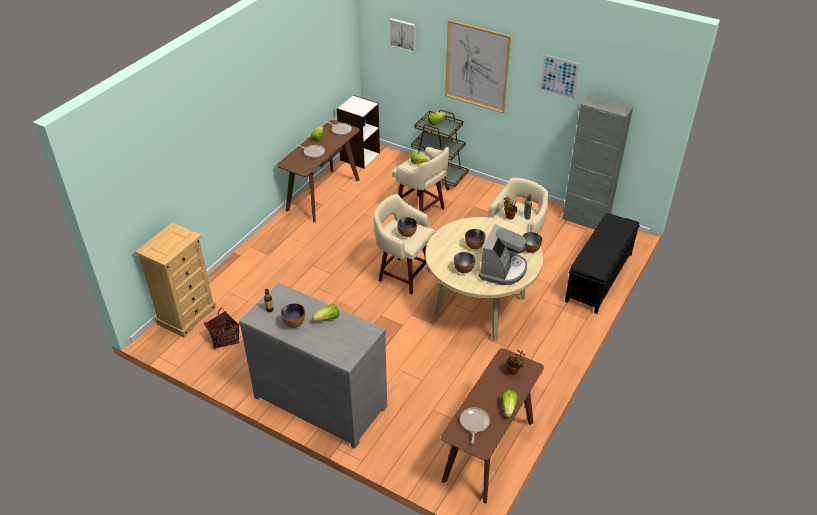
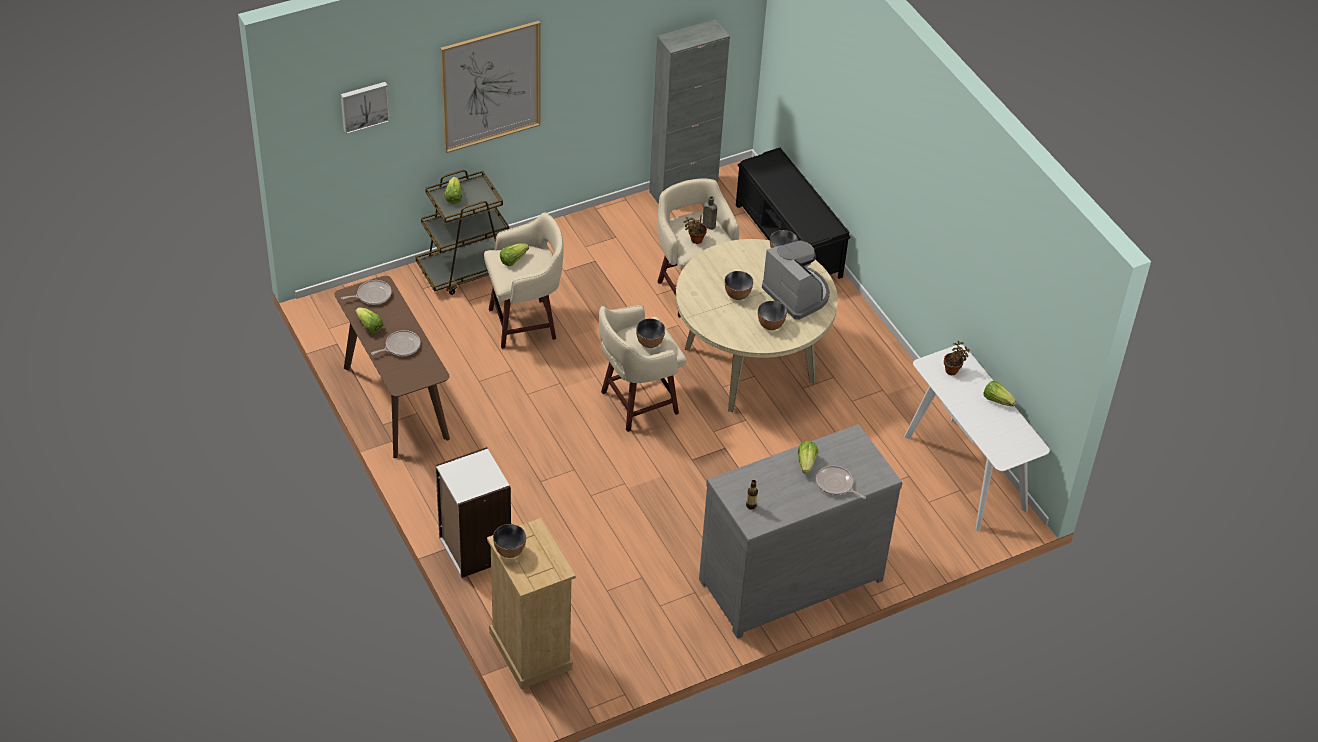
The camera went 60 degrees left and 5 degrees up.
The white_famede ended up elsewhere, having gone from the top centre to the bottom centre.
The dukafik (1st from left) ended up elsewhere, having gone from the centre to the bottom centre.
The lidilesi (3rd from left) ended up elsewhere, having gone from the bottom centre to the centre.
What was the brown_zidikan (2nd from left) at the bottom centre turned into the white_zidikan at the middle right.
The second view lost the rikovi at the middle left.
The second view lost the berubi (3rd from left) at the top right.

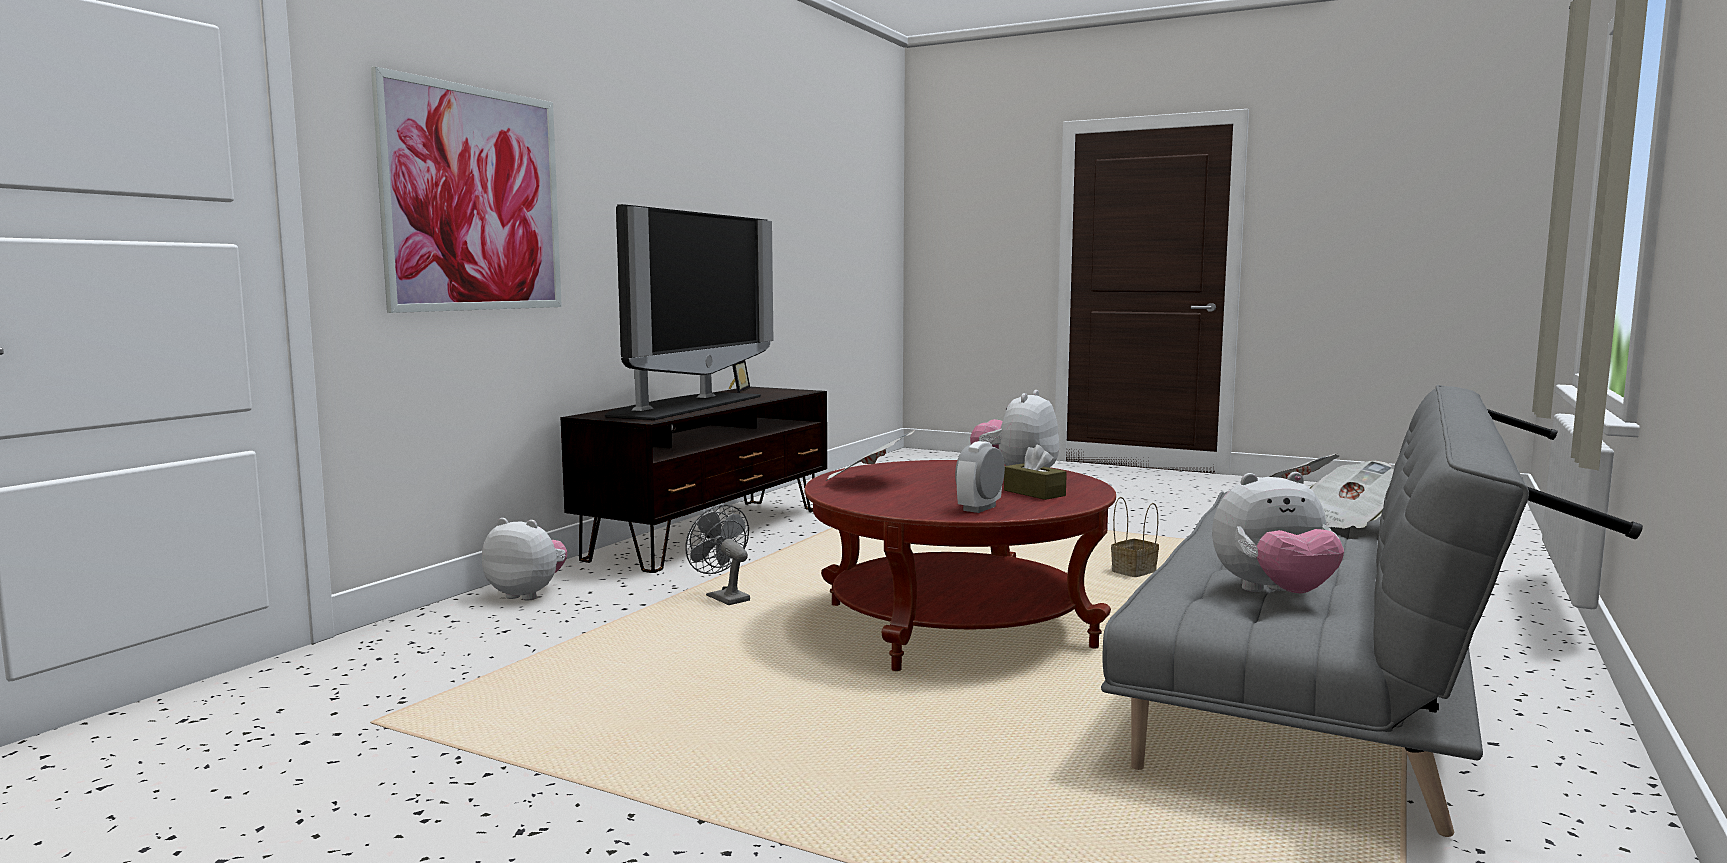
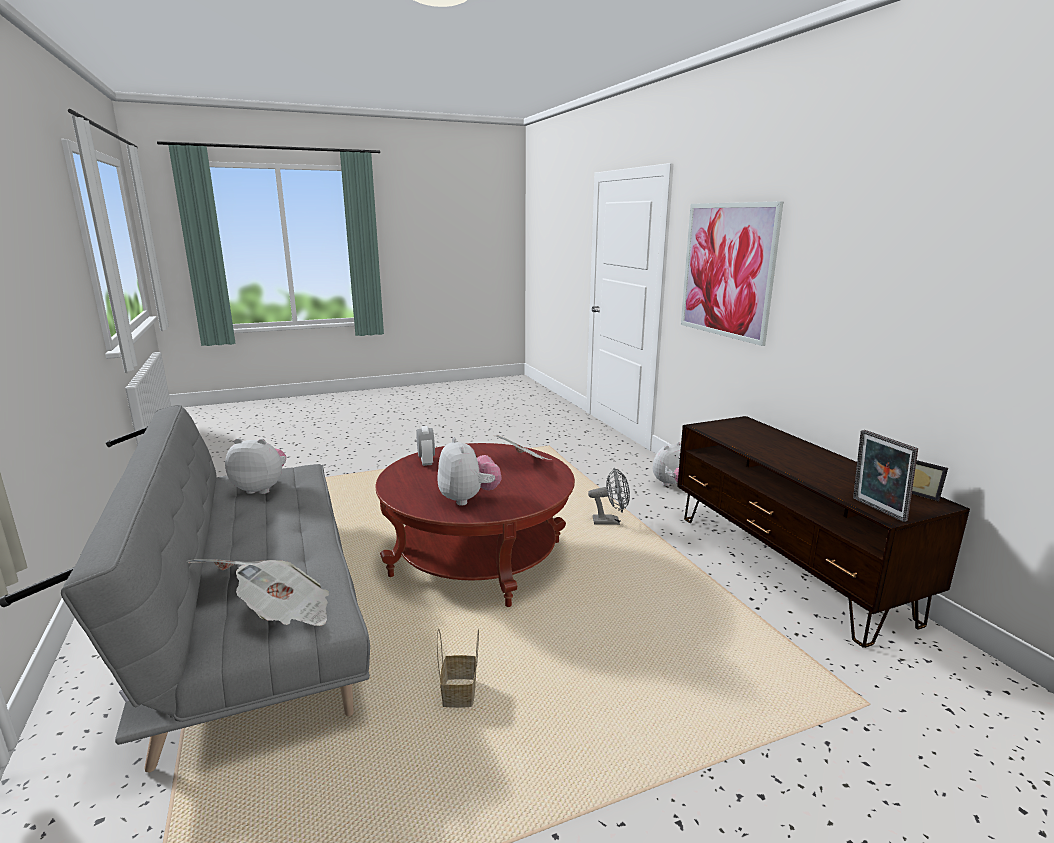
The camera went 130 degrees right and 10 degrees up.
The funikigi (3rd from left in the first image) at the middle right ended up facing another way, 60 degrees clockwise from before.
The second view gained the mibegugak (1st from left) at the middle right.
The second view lost the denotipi at the centre.
The second view lost the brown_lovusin at the centre.

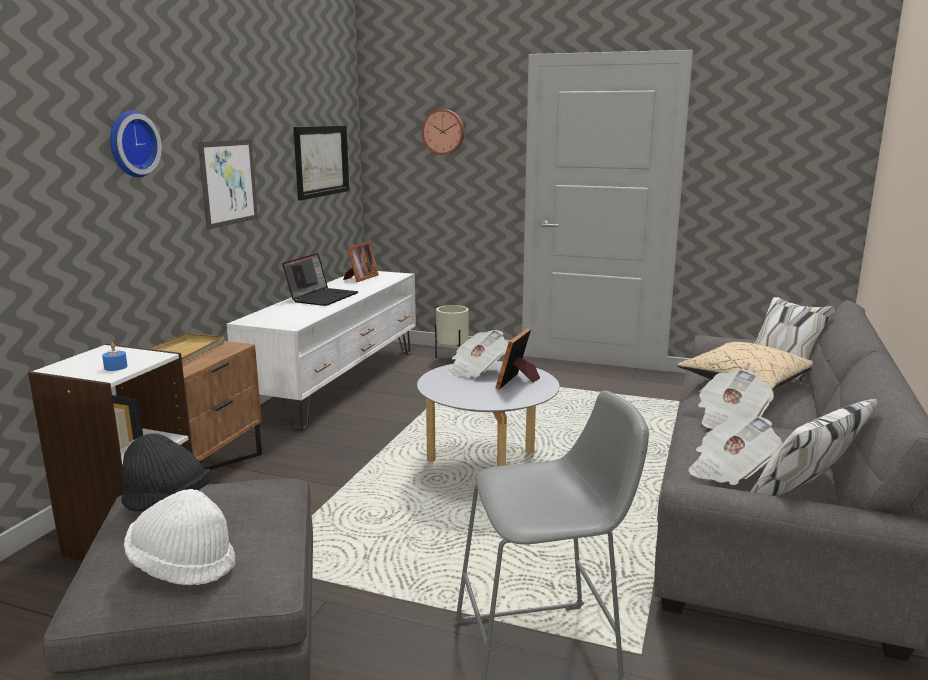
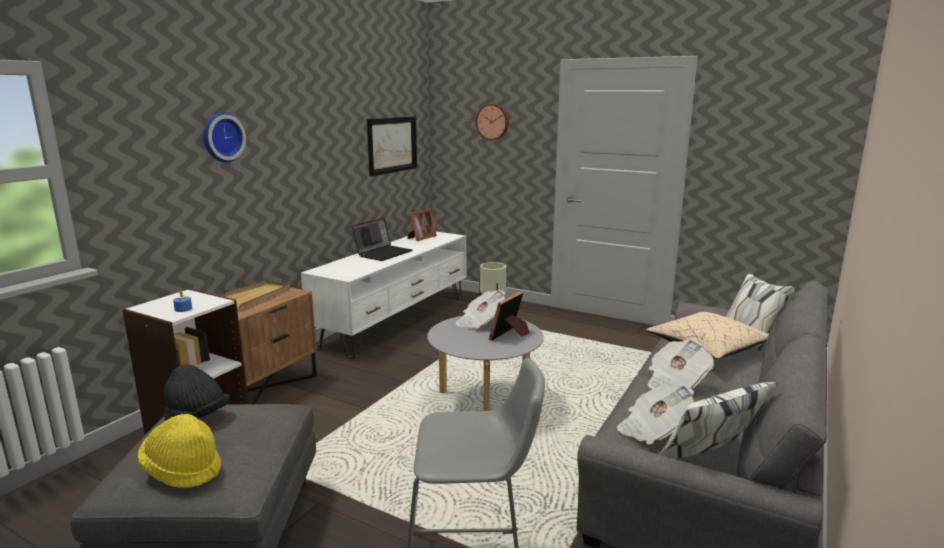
The camera went 10 degrees right and 0 degrees up.
What was the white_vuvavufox at the bottom left turned into the yellow_vuvavufox at the bottom left.
The second view lost the berubi (1st from left) at the top left.

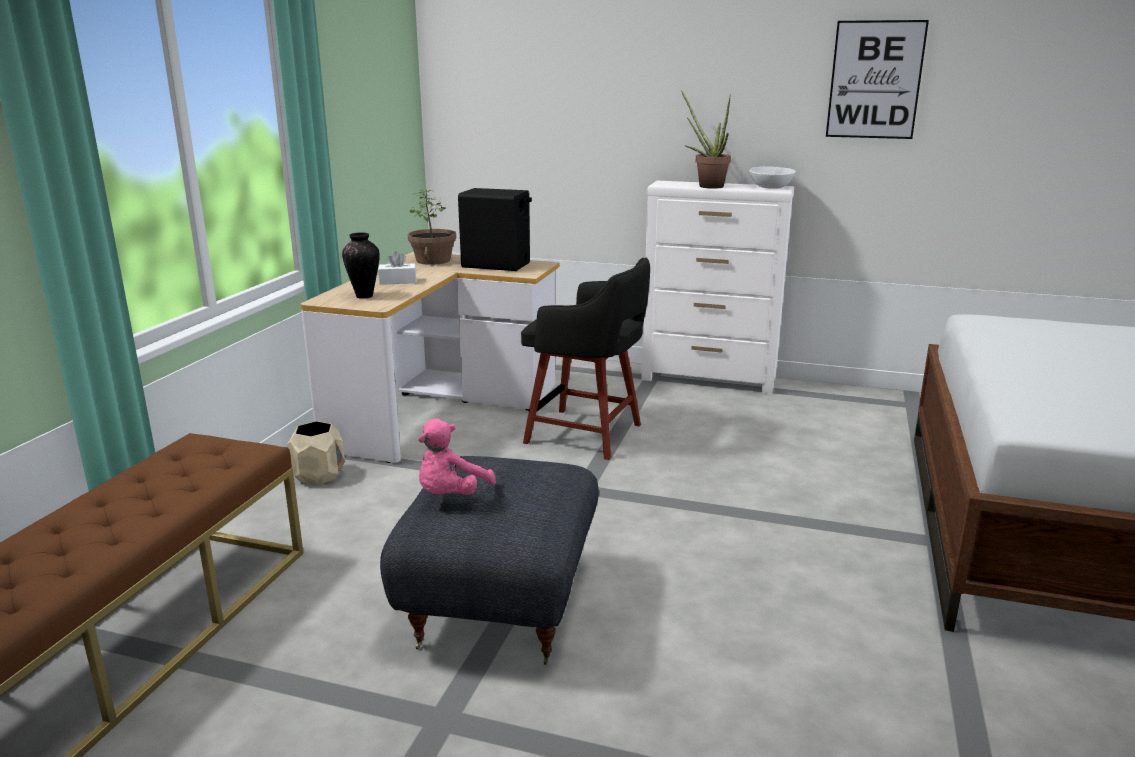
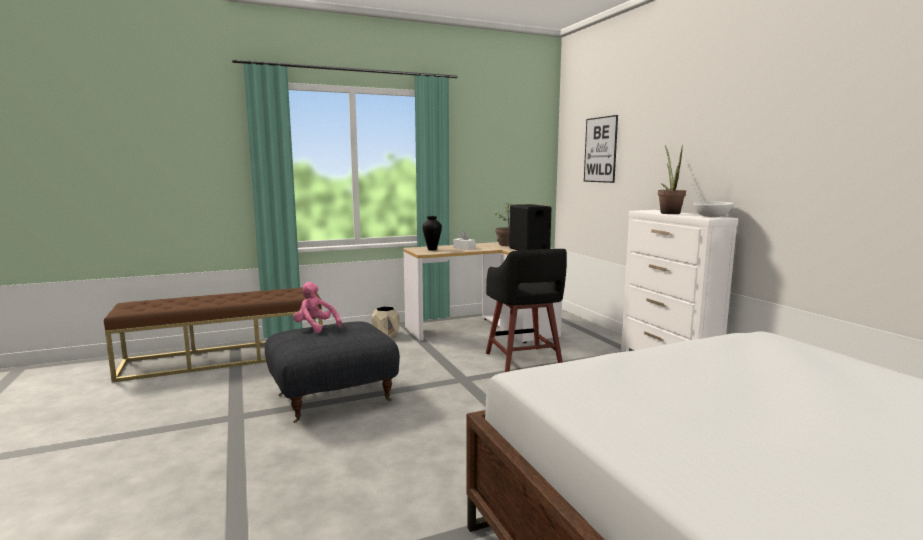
The camera went 50 degrees right and 10 degrees down.
The pink_funikigi at the centre ended up facing another way, 45 degrees clockwise from before.
The berubi ended up elsewhere, having gone from the top right to the top centre.

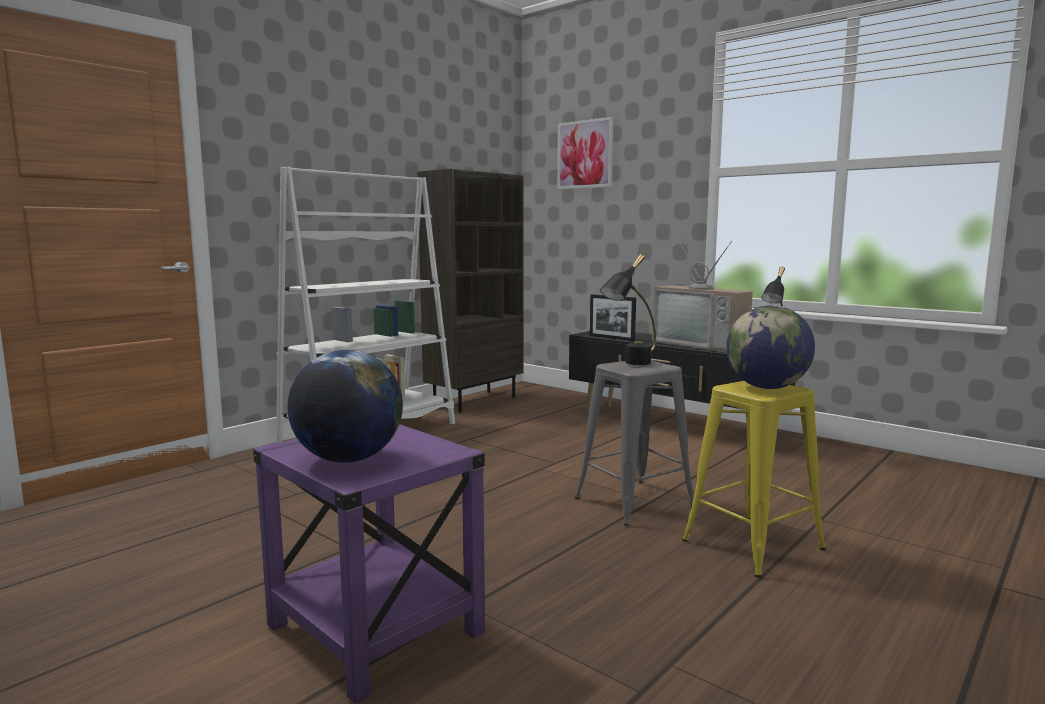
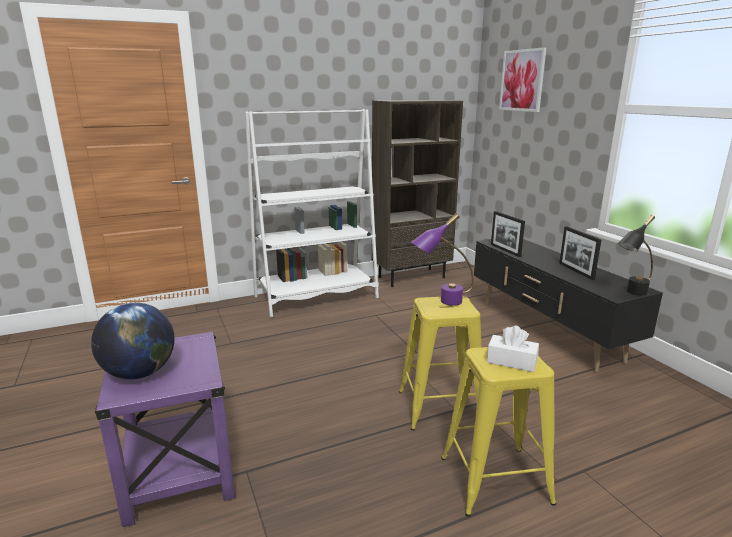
The camera went 25 degrees right and 10 degrees up.
What was the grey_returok at the centre turned into the yellow_returok (1st from left) at the bottom centre.
What was the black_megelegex (1st from left) at the centre turned into the purple_megelegex at the centre.
Where the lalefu (2nd from left) stood at the middle right, the white_lovusin came to stand at the middle right.
Where the denotipi stood at the middle right, the mibegugak (2nd from left) came to stand at the middle right.

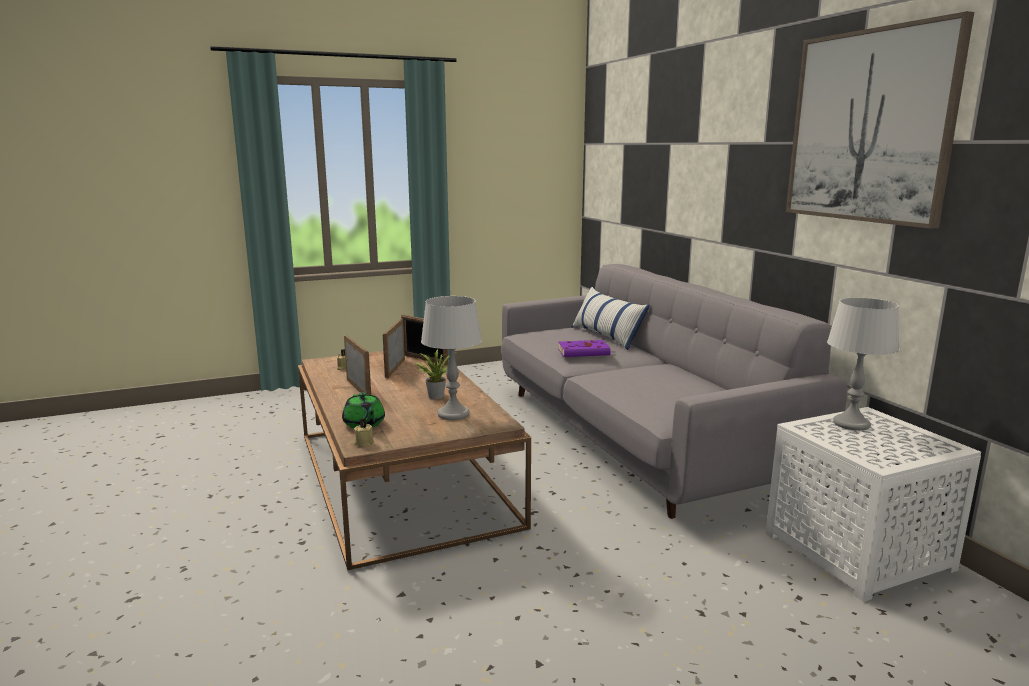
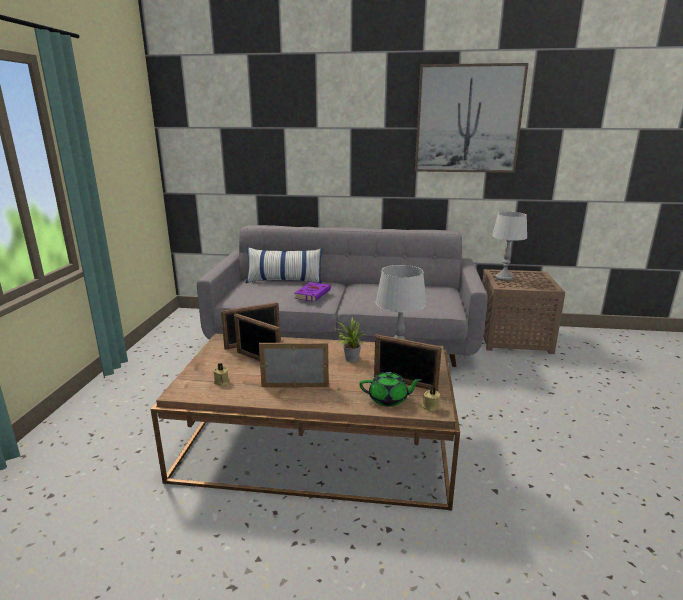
The camera went 60 degrees left and 5 degrees up.
The second view gained the mibegugak (4th from left) at the centre.
What was the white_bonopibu at the bottom right turned into the brown_bonopibu at the middle right.

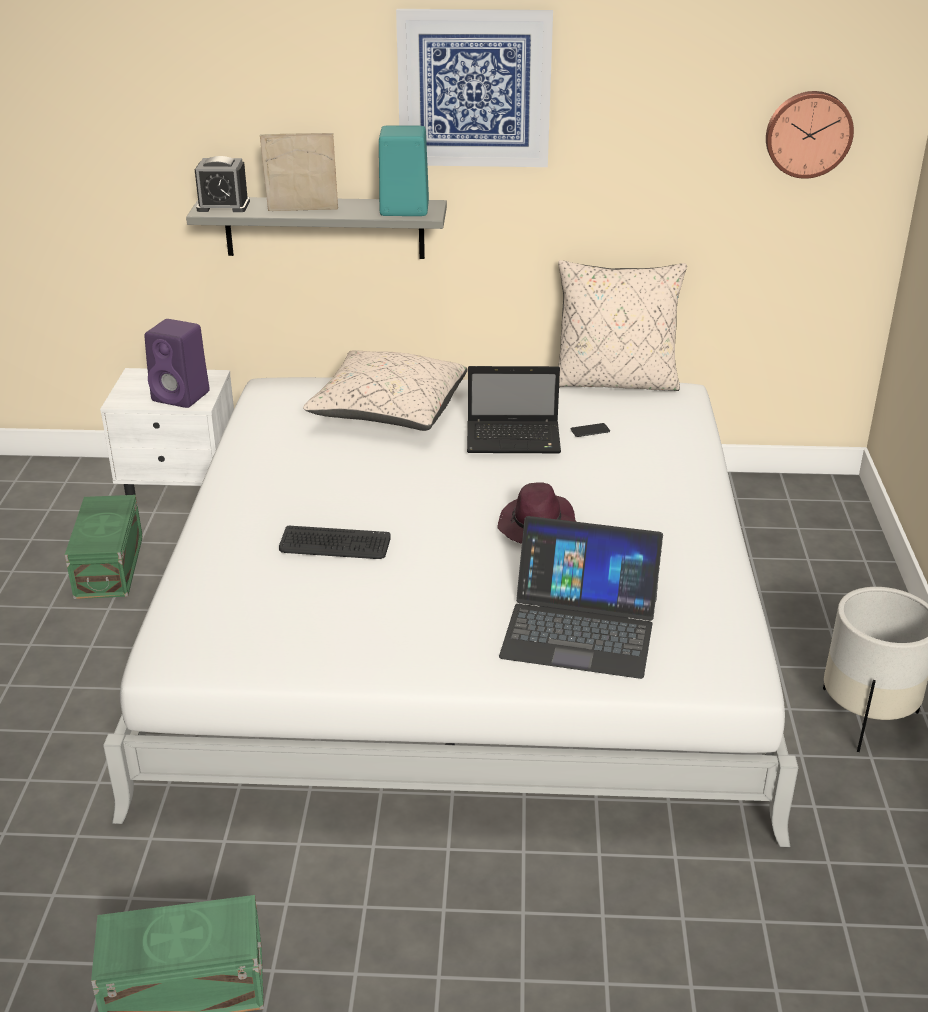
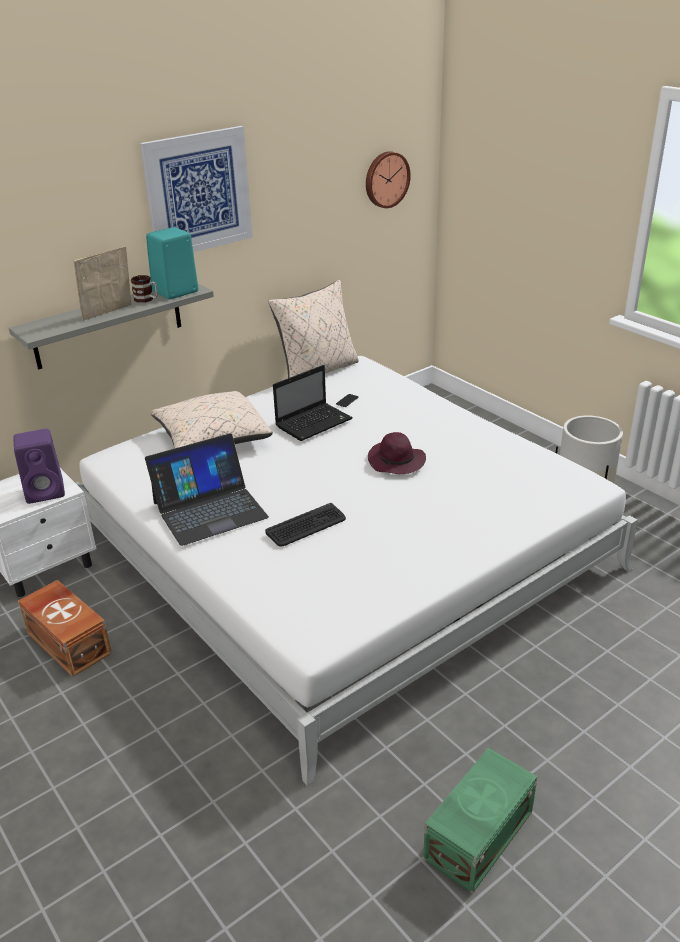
The camera went 40 degrees left and 0 degrees up.
What was the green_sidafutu (1st from left) at the middle left turned into the brown_sidafutu at the bottom left.
The second view gained the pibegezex at the top left.
The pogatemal (2nd from left in the first image) ended up elsewhere, having gone from the centre to the middle left.
The second view lost the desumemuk at the top left.

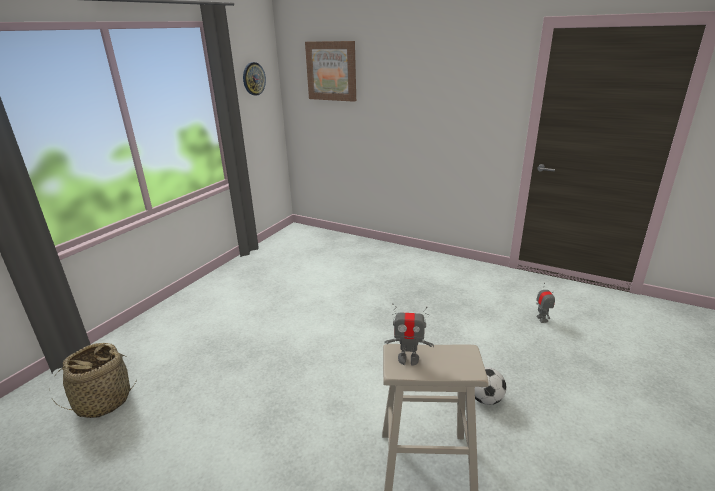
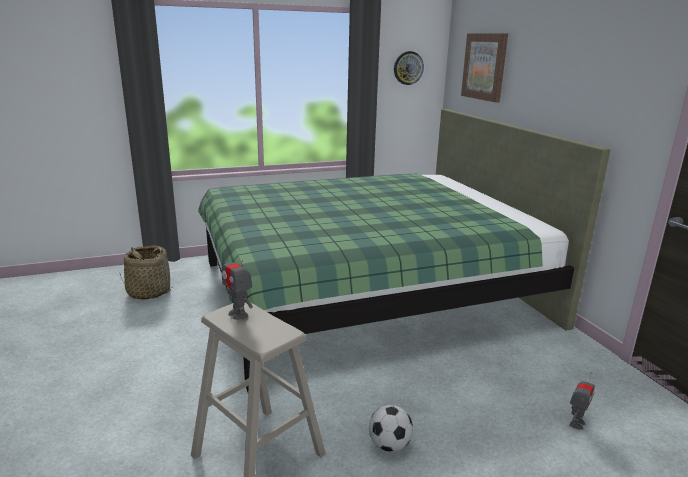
The camera went 40 degrees right and 5 degrees down.
The second view gained the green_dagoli at the centre.

